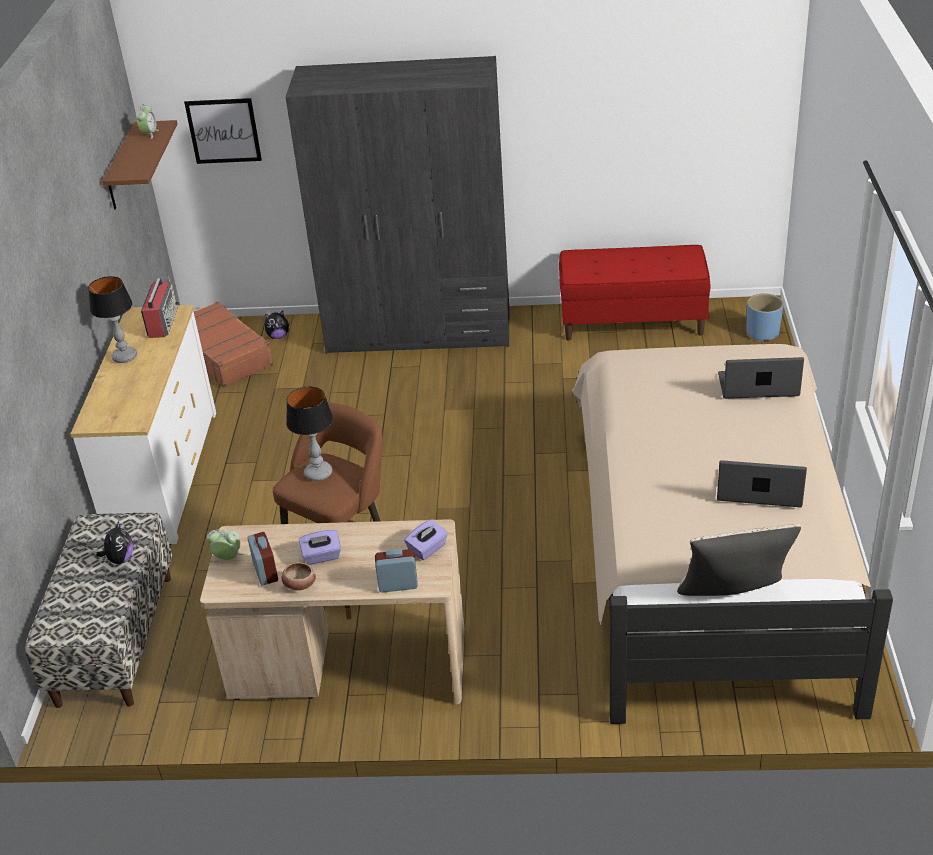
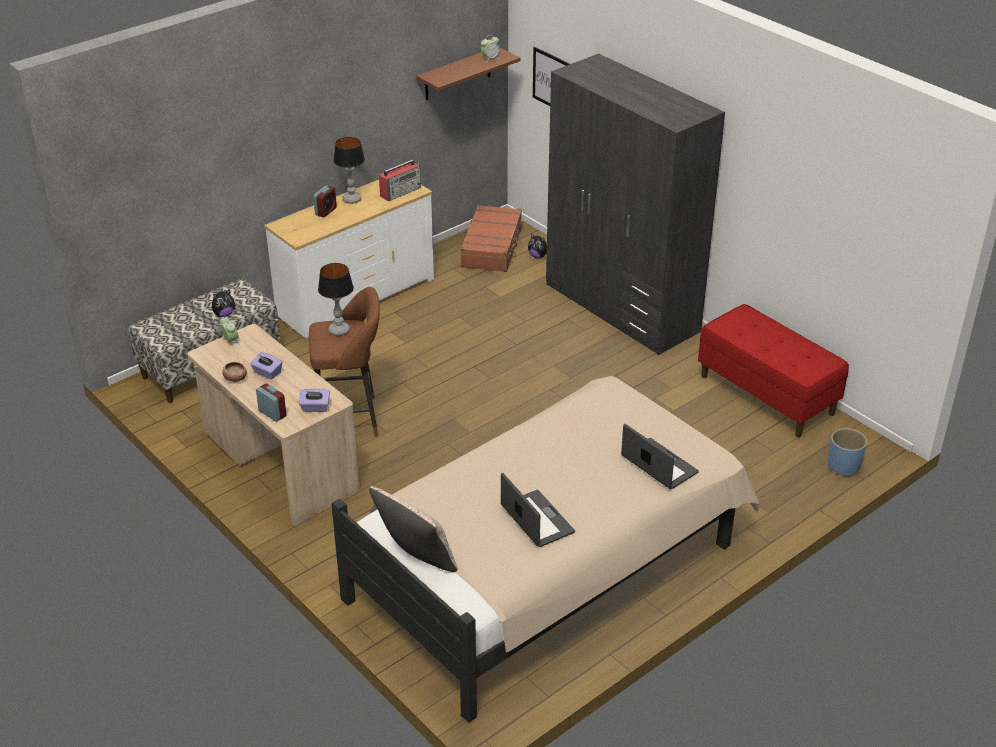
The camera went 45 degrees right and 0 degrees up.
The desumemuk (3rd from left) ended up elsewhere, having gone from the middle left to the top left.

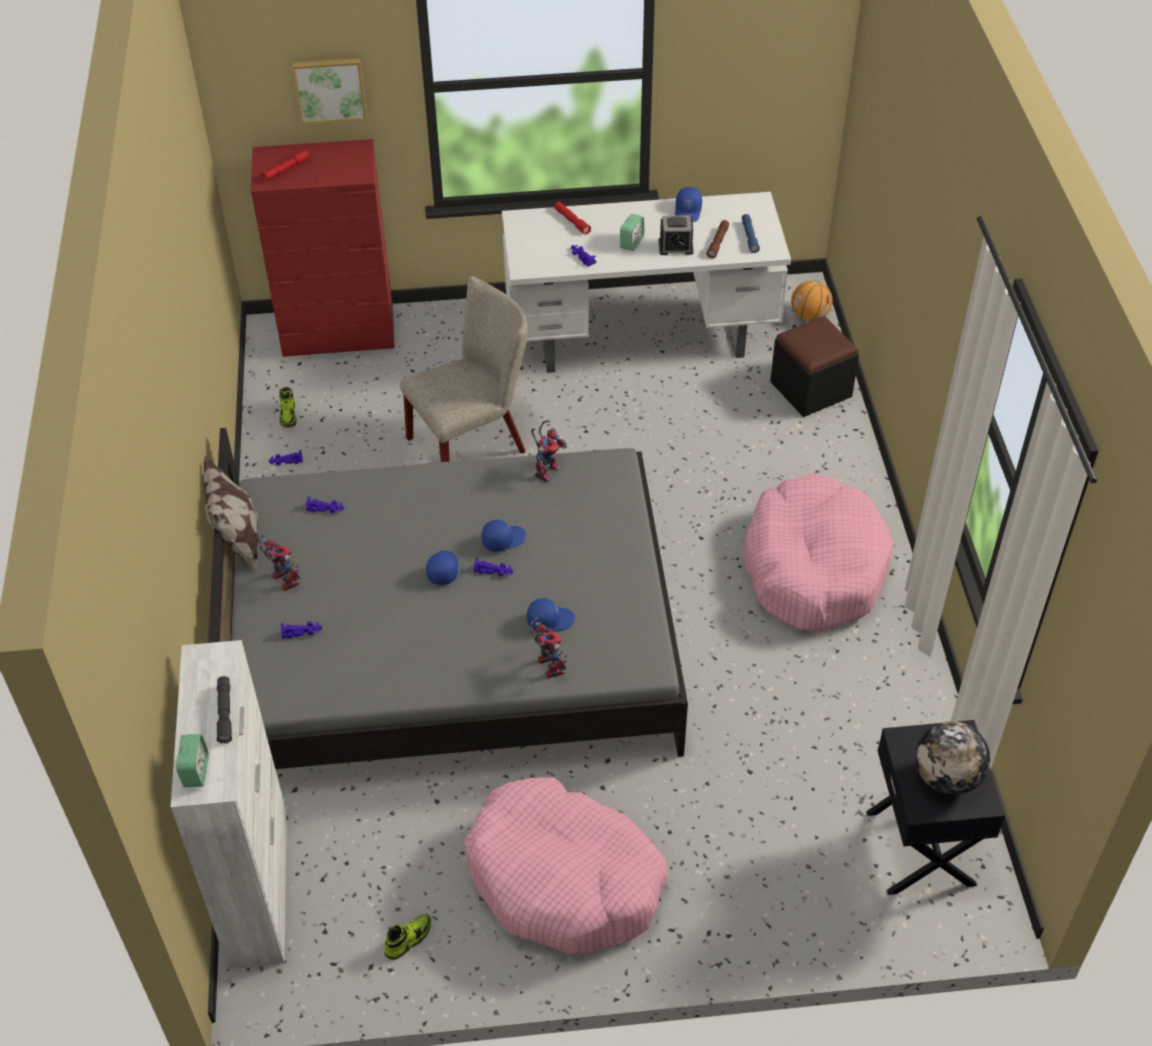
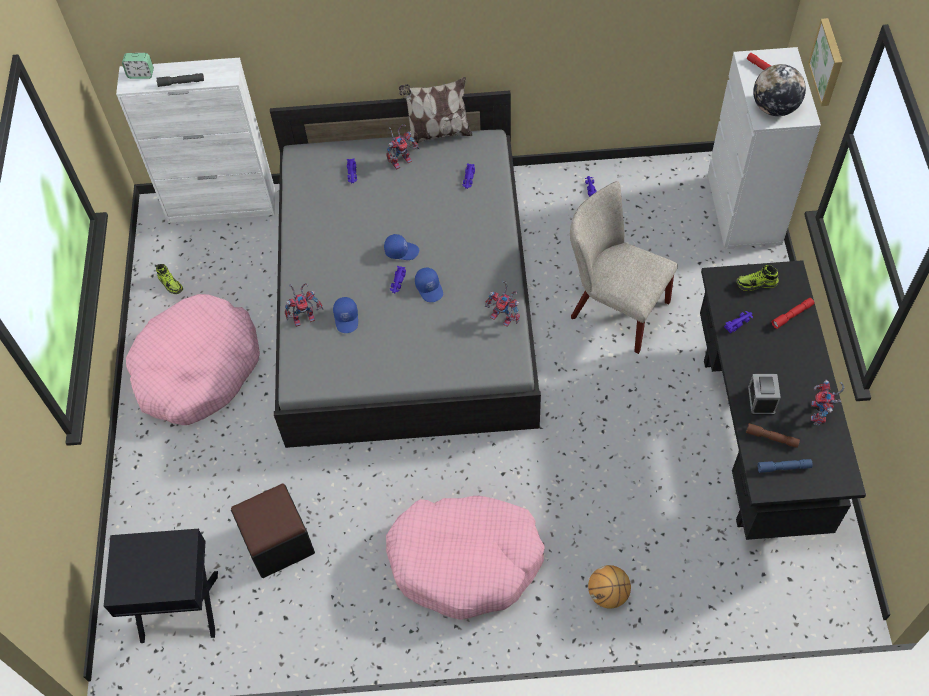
The camera went 95 degrees right and 10 degrees up.
The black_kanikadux ended up elsewhere, having gone from the middle right to the bottom left.
The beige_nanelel at the centre ended up facing another way, 150 degrees clockwise from before.
The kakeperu ended up elsewhere, having gone from the top right to the bottom centre.
What was the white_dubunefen at the top centre turned into the black_dubunefen at the middle right.
What was the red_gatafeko at the top left turned into the white_gatafeko at the top right.
The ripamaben (1st from left in the first image) ended up elsewhere, having gone from the middle left to the middle right.
The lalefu ended up elsewhere, having gone from the bottom right to the top right.
Where the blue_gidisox (4th from left) stood at the top centre, the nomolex (4th from left) came to stand at the middle right.
The second view lost the desumemuk (2nd from left) at the top centre.

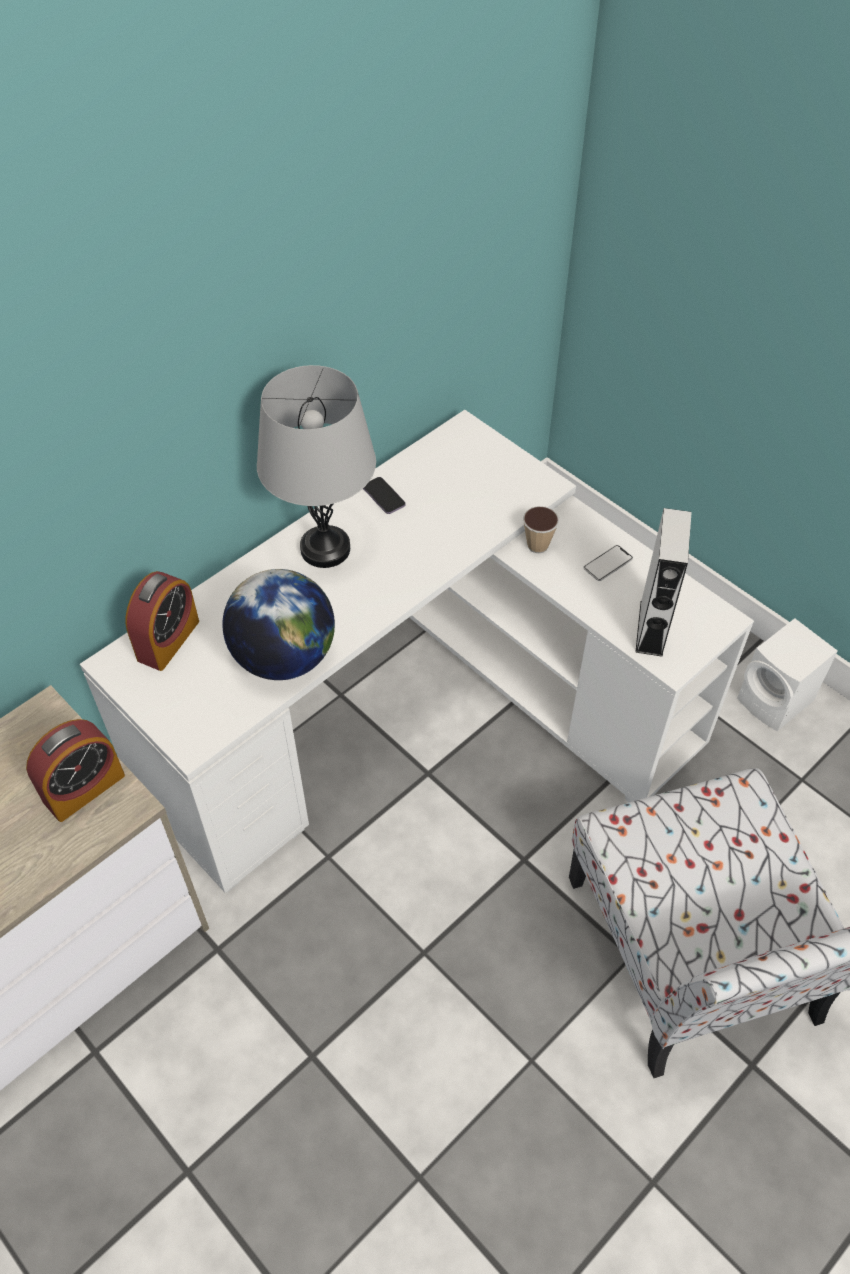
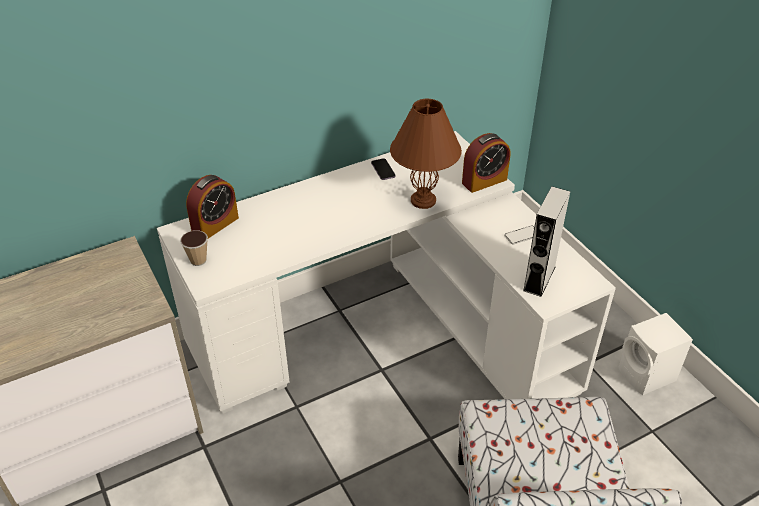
The camera went 15 degrees right and 10 degrees down.
The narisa ended up elsewhere, having gone from the centre to the middle left.
The second view gained the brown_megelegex at the top centre.
The desumemuk (1st from left in the first image) ended up elsewhere, having gone from the middle left to the top centre.
The second view lost the lalefu at the middle left.
The second view lost the grey_megelegex at the centre.

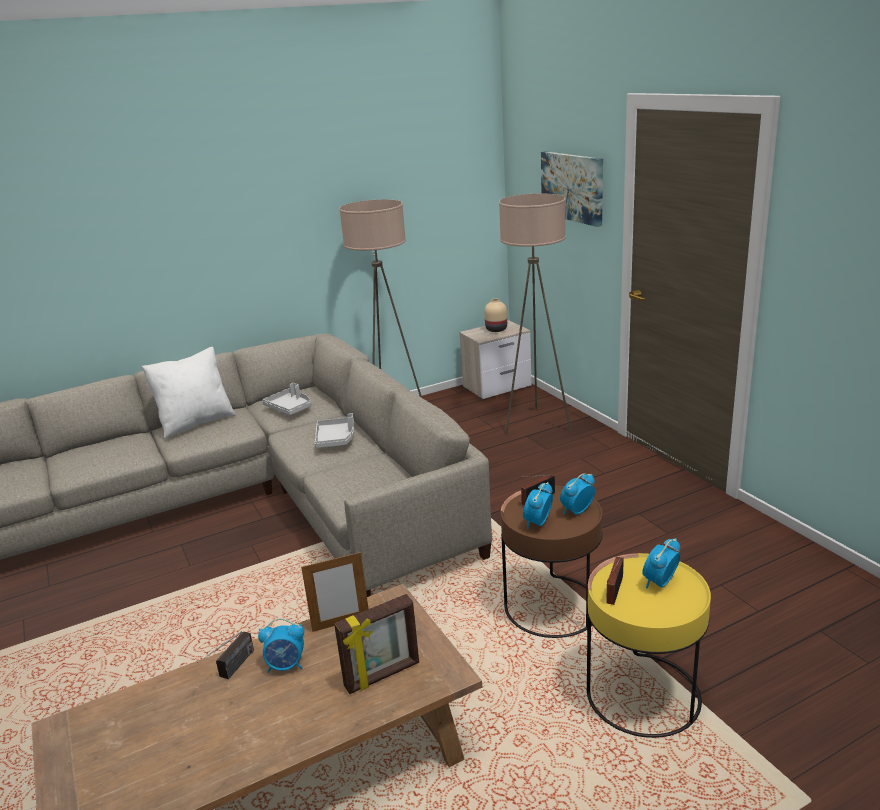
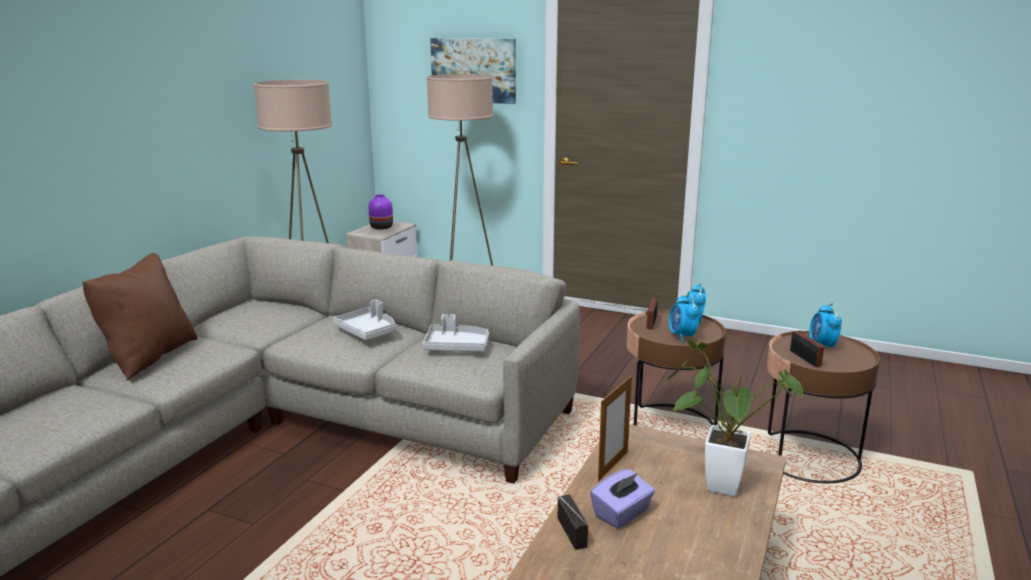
The camera went 40 degrees left and 5 degrees down.
What was the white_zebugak at the middle left turned into the brown_zebugak at the middle left.
What was the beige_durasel at the centre turned into the purple_durasel at the centre.
The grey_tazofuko (1st from left in the first image) ended up elsewhere, having gone from the middle left to the centre.
Where the desumemuk (1st from left) stood at the bottom left, the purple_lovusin came to stand at the bottom centre.
Where the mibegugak (2nd from left) stood at the bottom centre, the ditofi came to stand at the bottom right.
What was the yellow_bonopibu at the bottom right turned into the brown_bonopibu (2nd from left) at the bottom right.

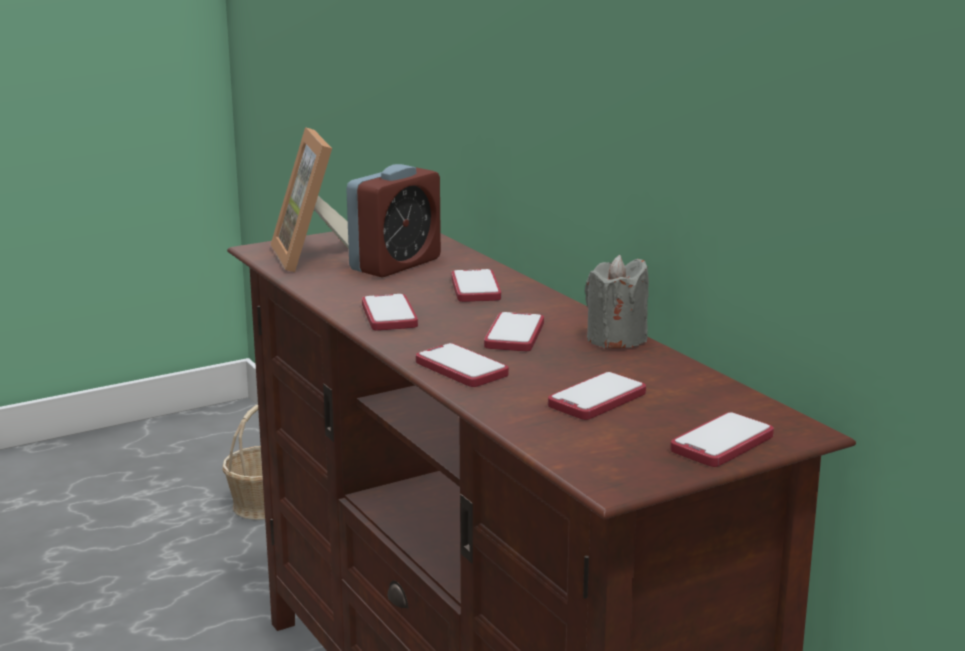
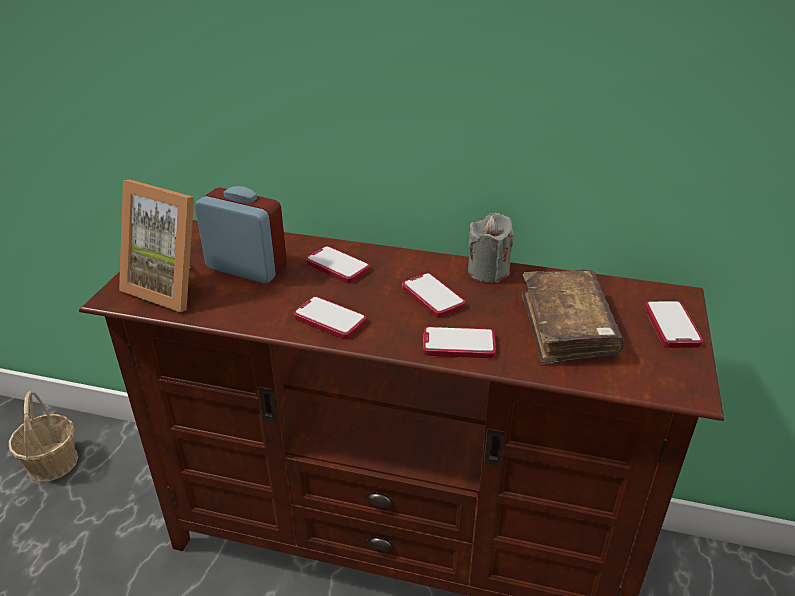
The camera went 45 degrees left and 15 degrees up.
The desumemuk at the centre ended up facing another way, 60 degrees counterclockwise from before.
Where the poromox (5th from left) stood at the centre, the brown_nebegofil came to stand at the middle right.

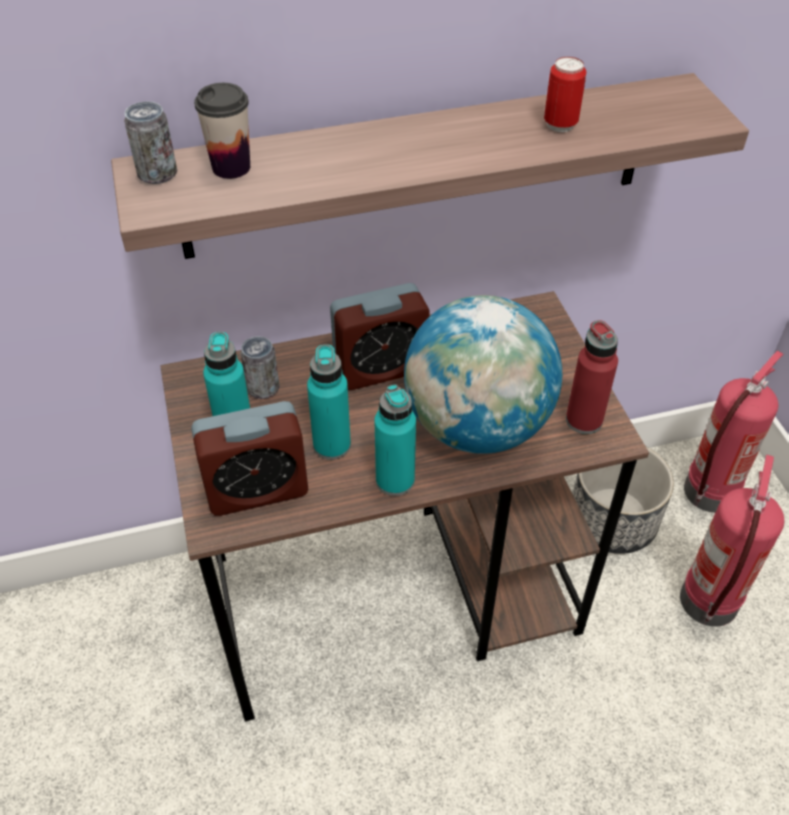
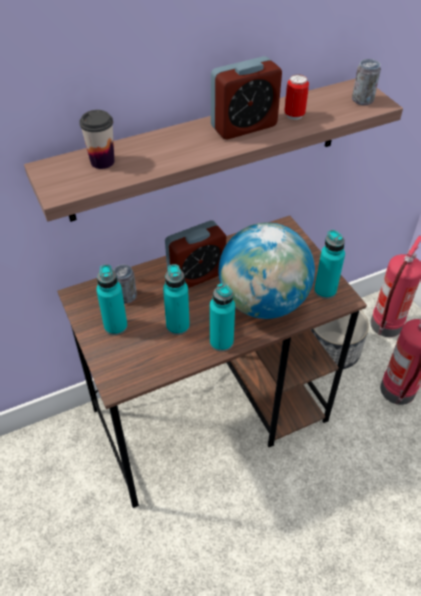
The camera went 10 degrees left and 0 degrees up.
The desumemuk (1st from left in the first image) ended up elsewhere, having gone from the middle left to the top centre.
What was the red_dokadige at the middle right turned into the turquoise_dokadige (4th from left) at the middle right.
The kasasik (1st from left in the first image) ended up elsewhere, having gone from the top left to the top right.

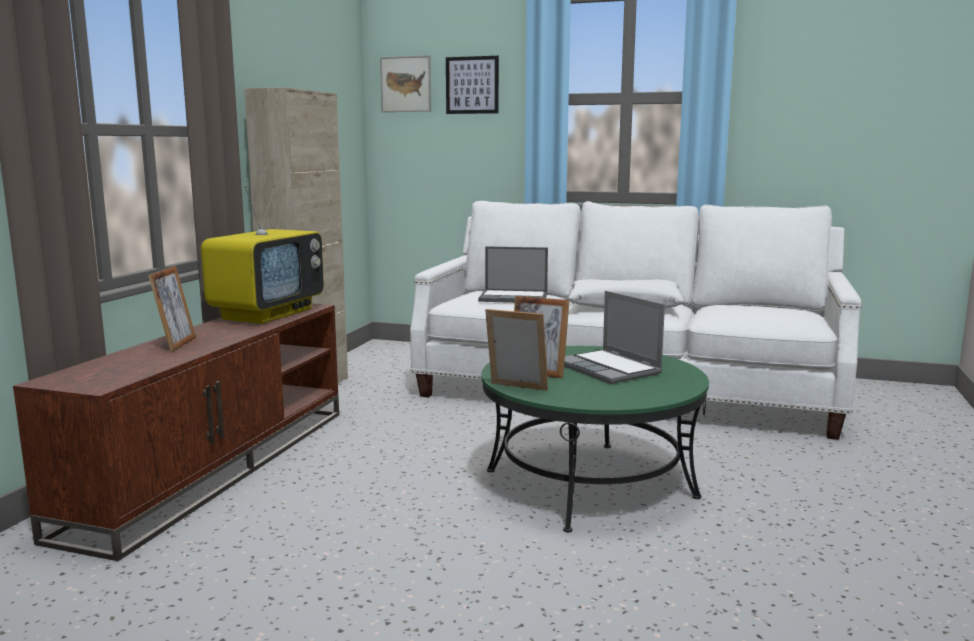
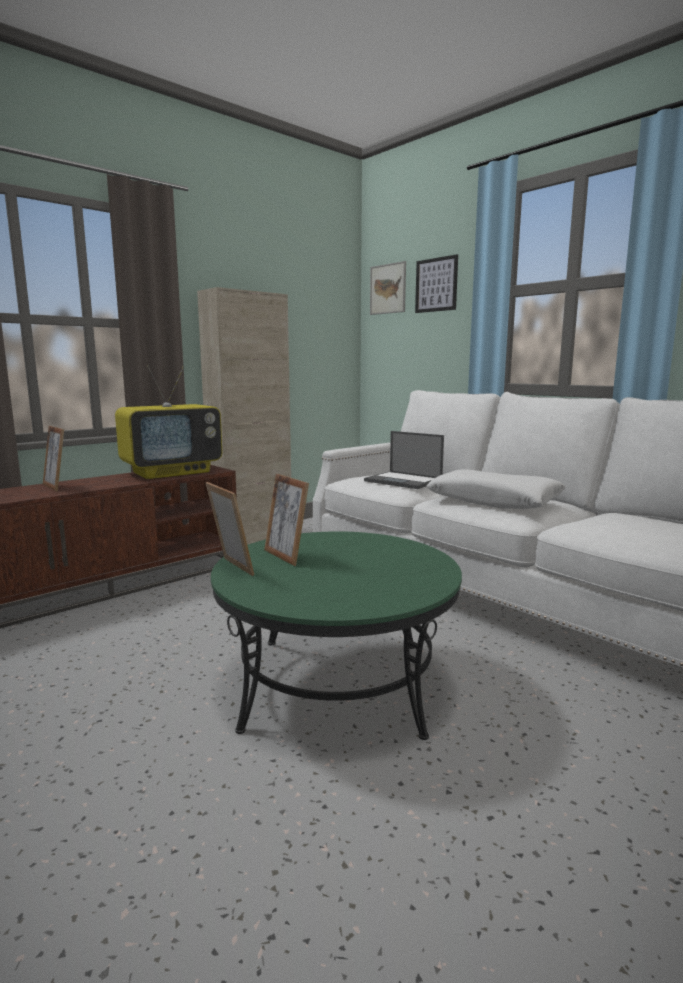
The camera went 30 degrees right and 0 degrees up.
The mibegugak (1st from left) at the middle left ended up facing another way, 105 degrees clockwise from before.
The second view lost the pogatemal (2nd from left) at the centre.

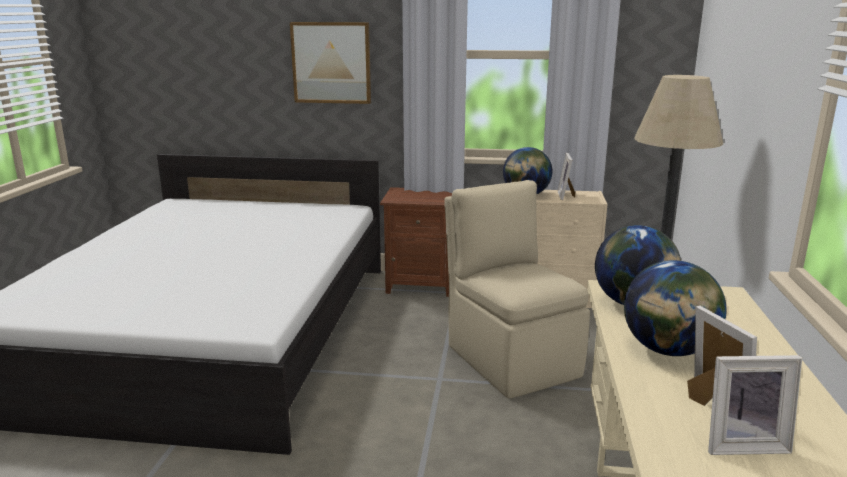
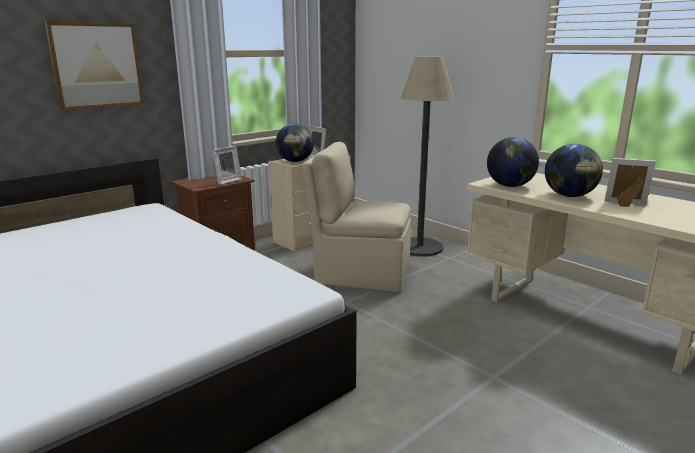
The camera went 50 degrees left and 0 degrees up.
The mibegugak (3rd from left in the first image) ended up elsewhere, having gone from the bottom right to the middle left.

